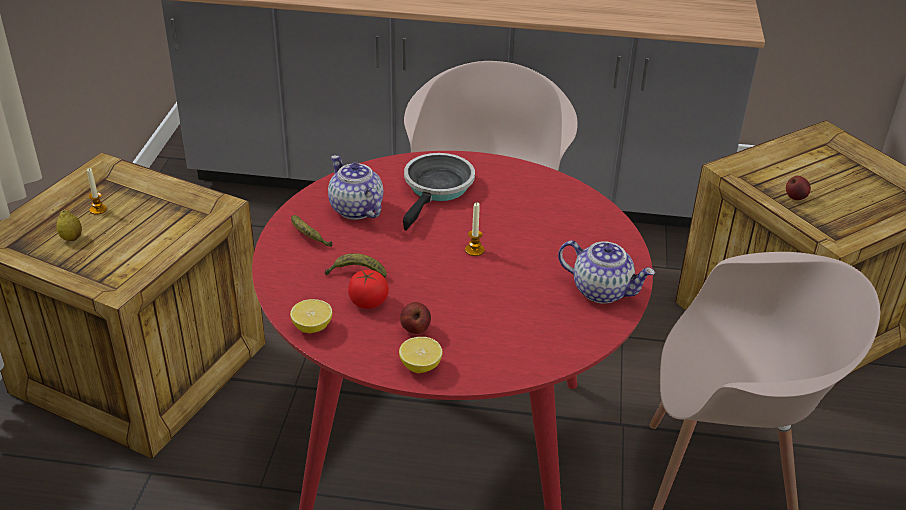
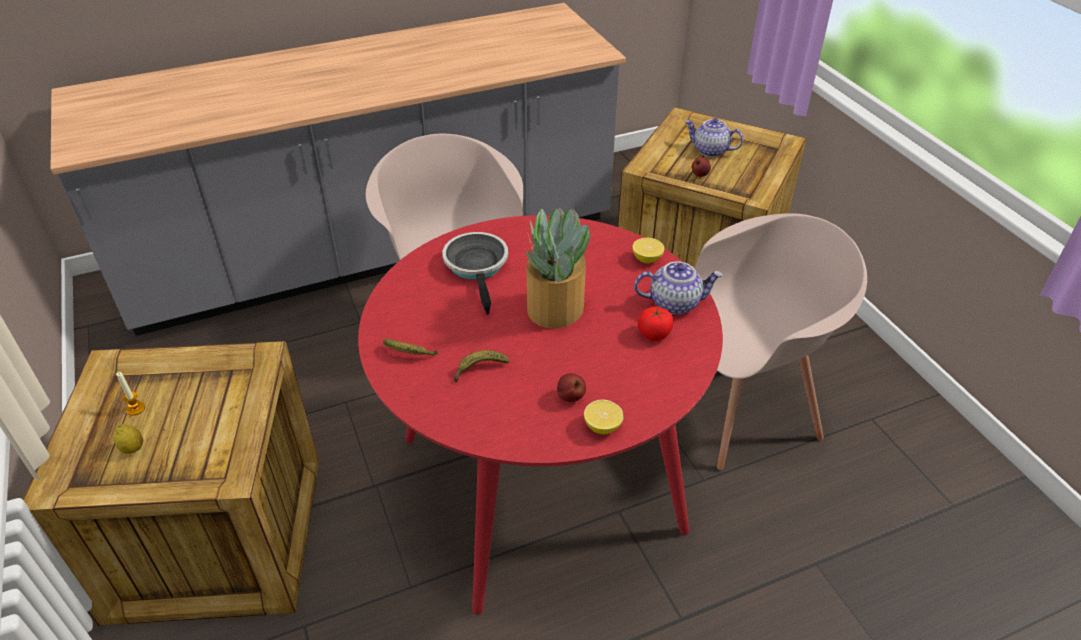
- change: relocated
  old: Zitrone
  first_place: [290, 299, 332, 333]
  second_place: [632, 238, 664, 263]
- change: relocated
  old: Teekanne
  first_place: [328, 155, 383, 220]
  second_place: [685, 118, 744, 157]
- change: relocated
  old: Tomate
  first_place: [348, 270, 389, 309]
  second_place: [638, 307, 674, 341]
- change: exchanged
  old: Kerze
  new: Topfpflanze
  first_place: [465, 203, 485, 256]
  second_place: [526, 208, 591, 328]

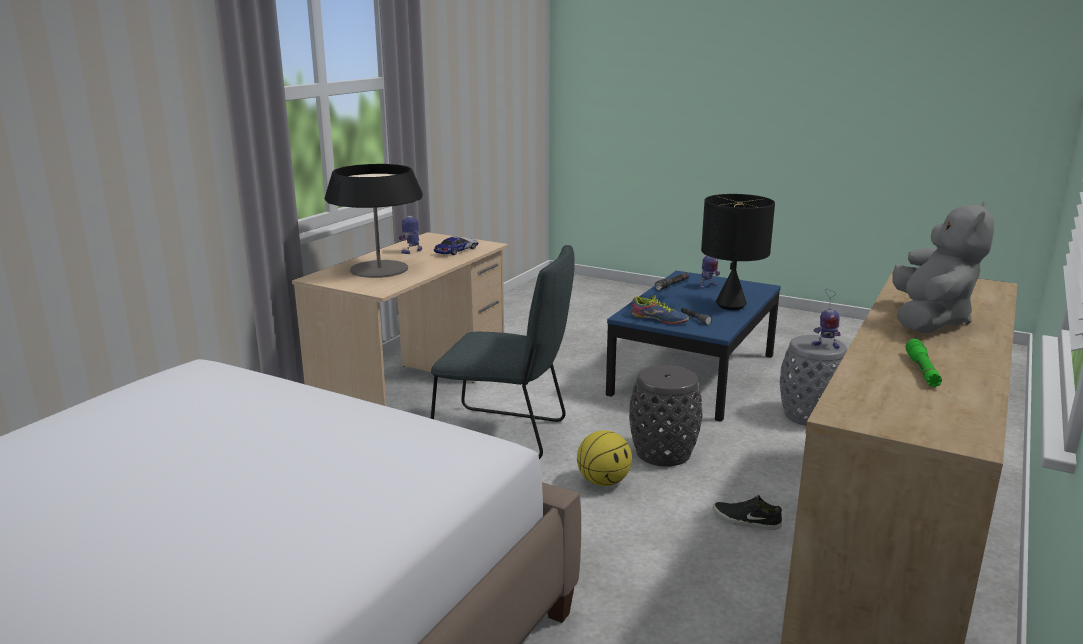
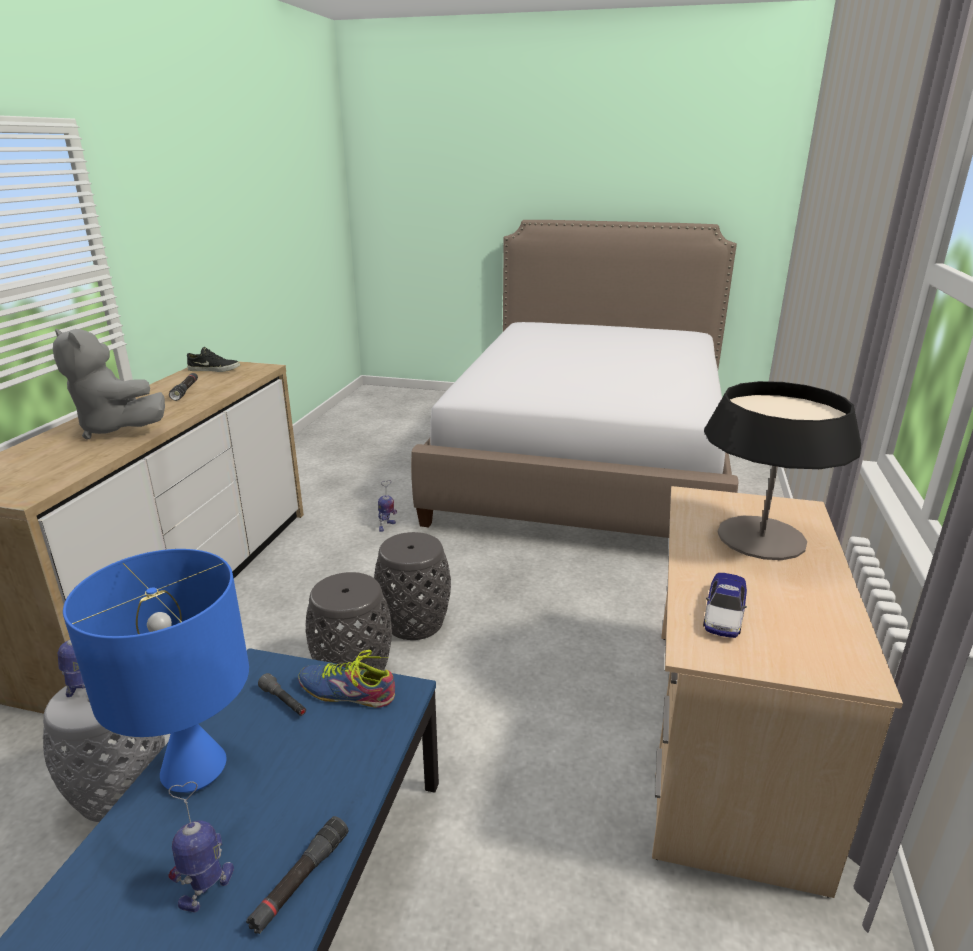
- change: relocated
  old: Spielzeugroboter
  first_place: [399, 203, 422, 254]
  second_place: [378, 480, 397, 532]
- change: missing
  old: Stuhl (grau)
  first_place: [431, 245, 575, 459]
- change: exchanged
  old: Basketball
  new: Hocker (grau)
  first_place: [577, 430, 632, 486]
  second_place: [374, 532, 451, 640]
- change: colour
  old: Tischlampe (schwarz)
  new: Tischlampe (blau)
  first_place: [701, 194, 775, 310]
  second_place: [63, 549, 249, 793]
- change: relocated
  old: Schuh (schwarz)
  first_place: [712, 495, 782, 530]
  second_place: [187, 347, 241, 372]
- change: spun
  old: Plüschtier (grau)
  first_place: [893, 201, 994, 333]
  second_place: [53, 329, 165, 440]
  degrees: -60
- change: colour
  old: Taschenlampe (grün)
  new: Taschenlampe (schwarz)
  first_place: [905, 339, 942, 387]
  second_place: [169, 373, 198, 401]

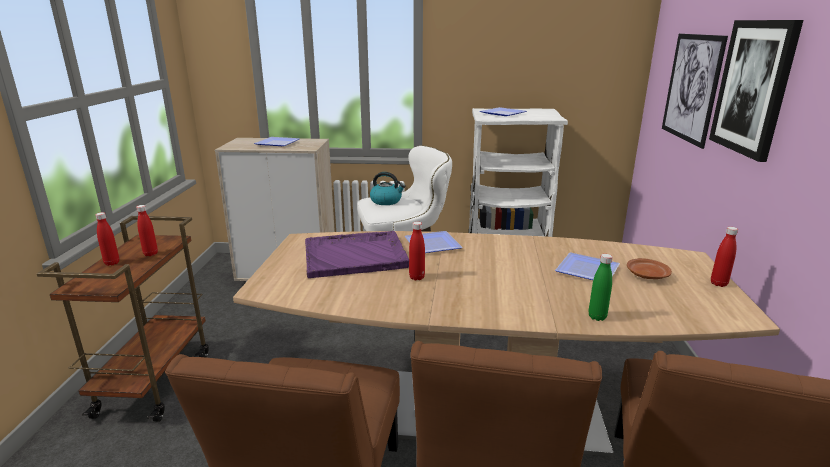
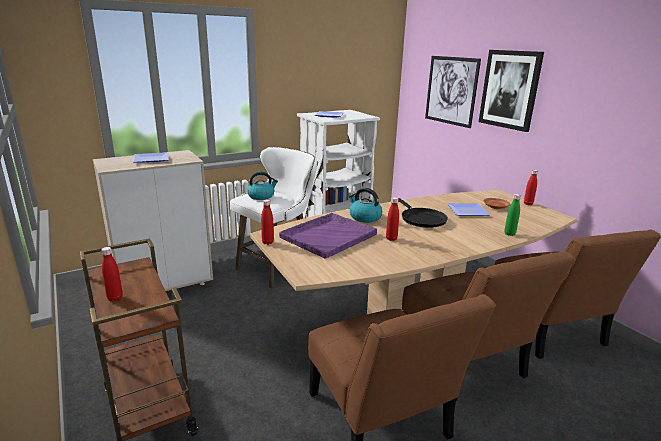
- change: relocated
  old: Flasche (rot)
  first_place: [136, 205, 158, 256]
  second_place: [261, 200, 274, 245]
- change: exchanged
  old: Teller
  new: Wasserkessel
  first_place: [405, 231, 463, 253]
  second_place: [349, 188, 383, 223]
- change: appeared
  new: Pfanne (schwarz)
  second_place: [398, 198, 448, 228]

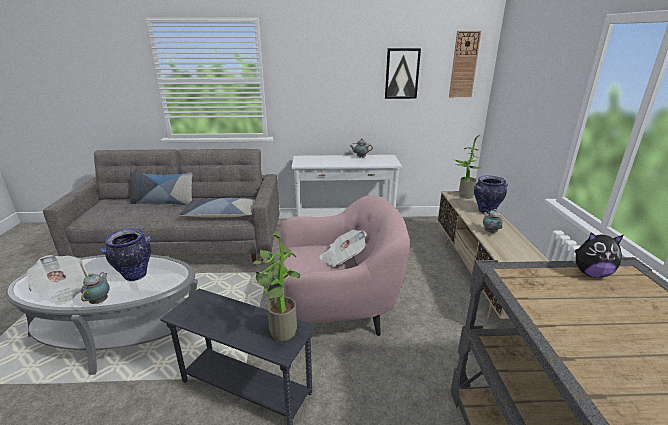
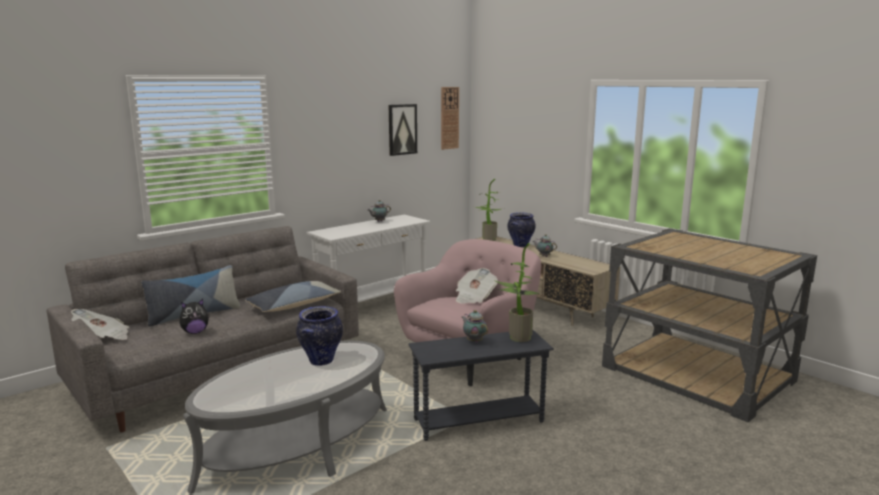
- change: relocated
  old: Zeitung
  first_place: [27, 255, 88, 304]
  second_place: [71, 309, 129, 340]
- change: relocated
  old: Teekanne
  first_place: [81, 272, 110, 304]
  second_place: [462, 310, 488, 343]
- change: relocated
  old: Plüschtier
  first_place: [574, 232, 623, 278]
  second_place: [180, 299, 209, 334]

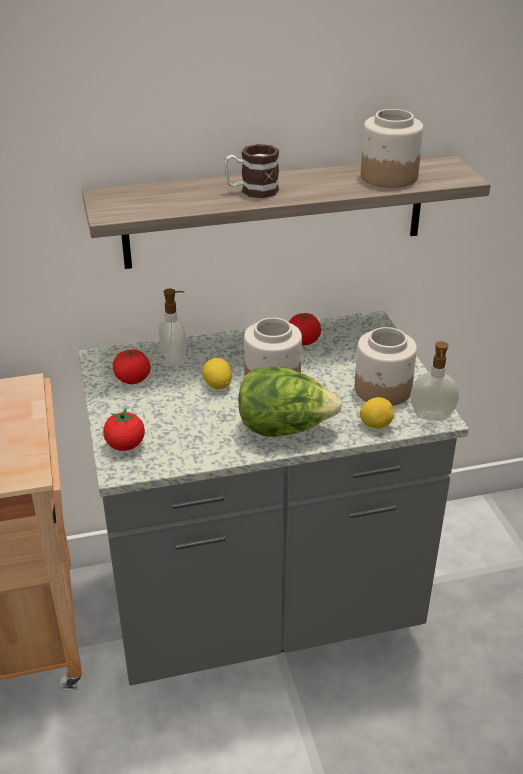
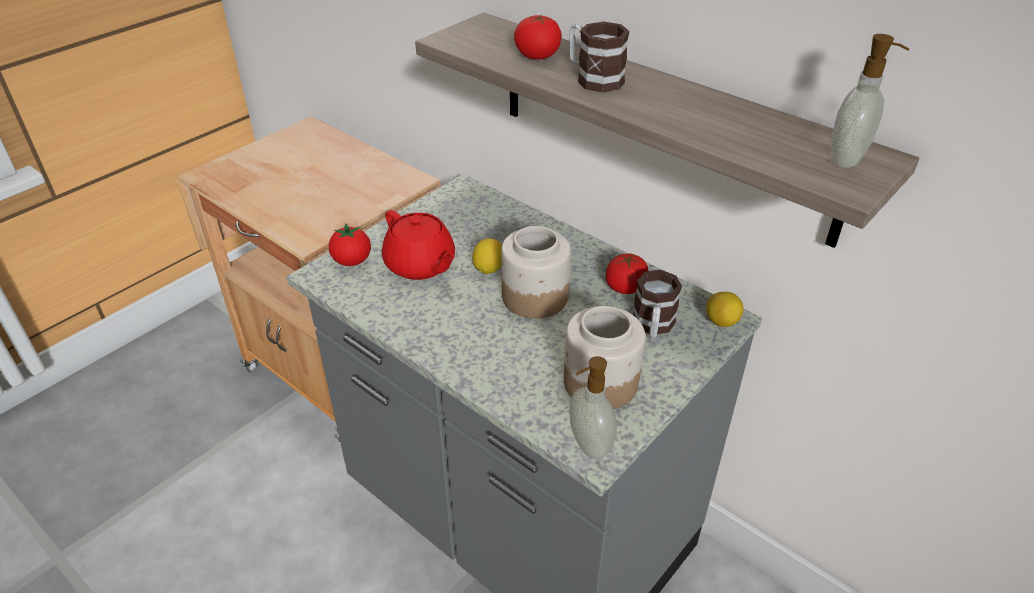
- change: relocated
  old: Tomate
  first_place: [113, 350, 150, 384]
  second_place: [514, 15, 562, 60]
- change: relocated
  old: Seifenspender
  first_place: [158, 289, 187, 366]
  second_place: [831, 34, 909, 168]
- change: missing
  old: Salatkopf
  first_place: [238, 367, 342, 437]
- change: relocated
  old: Zitrone
  first_place: [359, 397, 394, 428]
  second_place: [706, 292, 744, 327]
- change: missing
  old: Vorratsglas
  first_place: [361, 109, 423, 188]
- change: appeared
  new: Teekanne (rot)
  second_place: [382, 210, 455, 280]
- change: appeared
  new: Henkelbecher
  second_place: [633, 270, 682, 339]

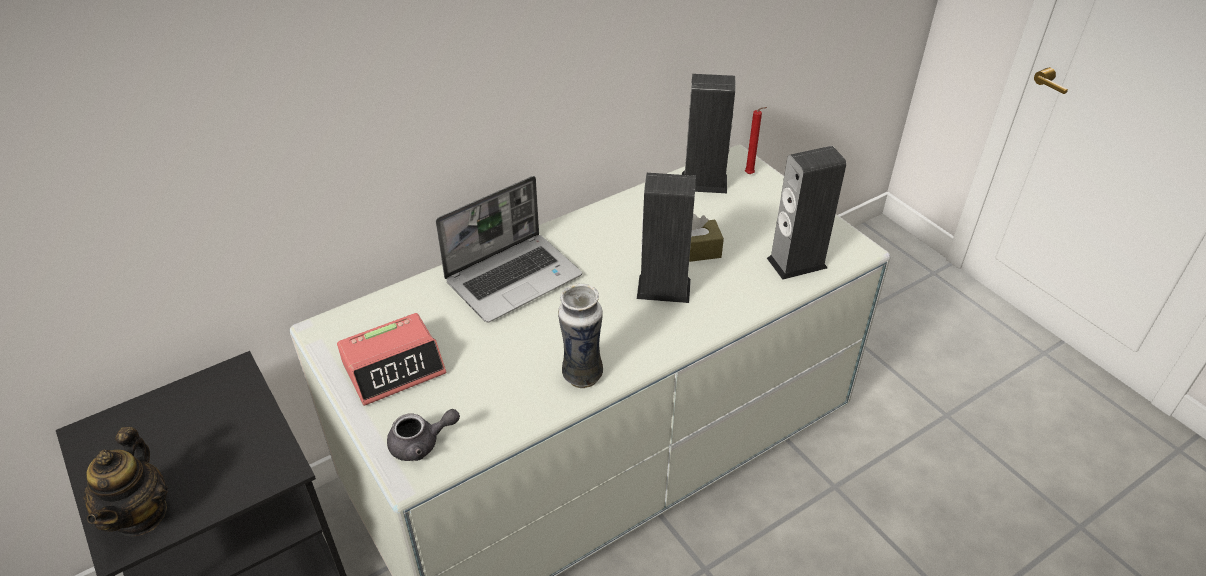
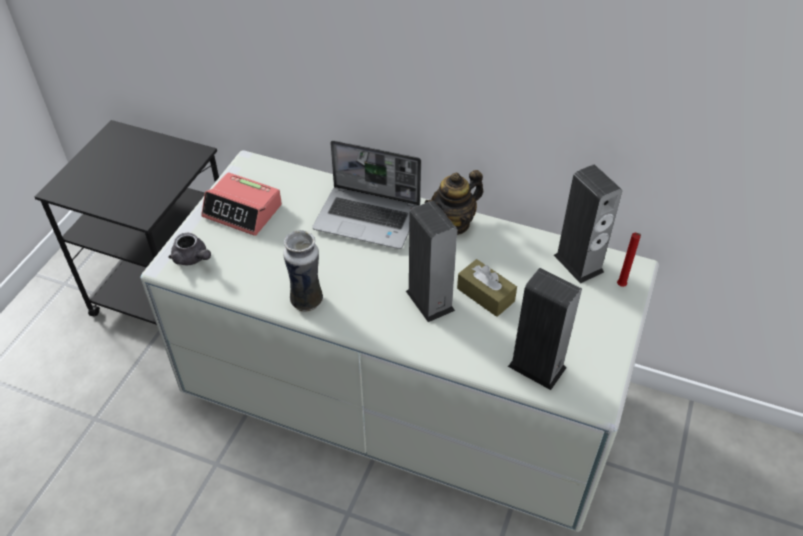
- change: relocated
  old: Teekanne
  first_place: [83, 427, 167, 537]
  second_place: [425, 170, 483, 235]

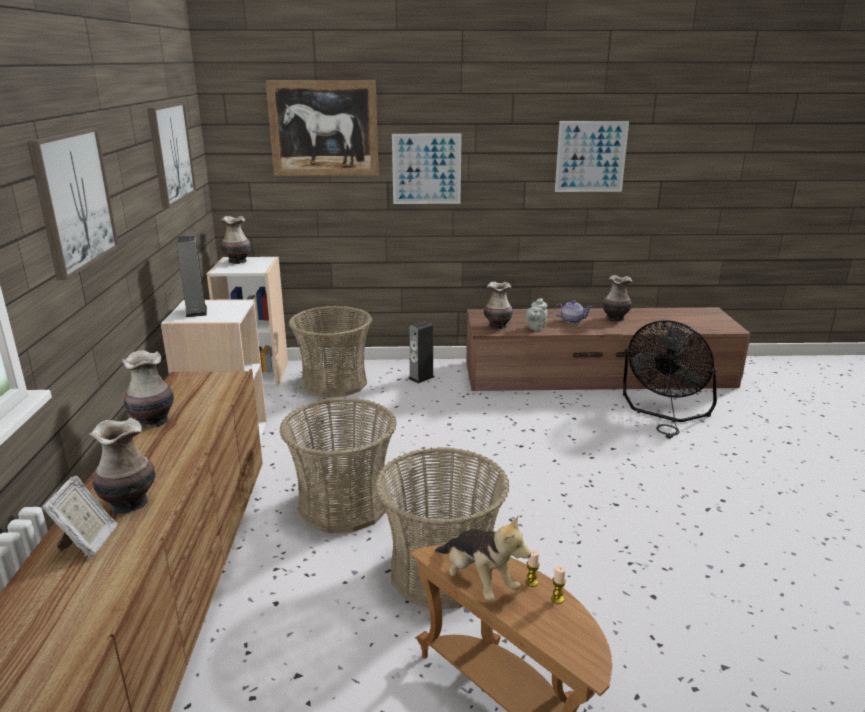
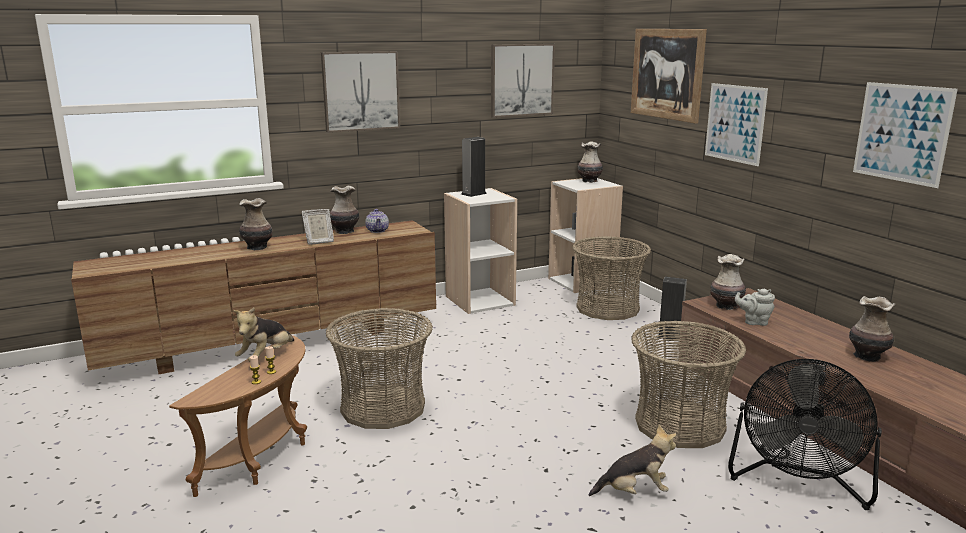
- change: relocated
  old: Bilderrahmen
  first_place: [42, 476, 117, 558]
  second_place: [301, 209, 334, 245]
- change: relocated
  old: Korb
  first_place: [280, 398, 396, 533]
  second_place: [631, 320, 746, 448]
- change: relocated
  old: Teekanne
  first_place: [554, 300, 592, 324]
  second_place: [365, 209, 389, 233]
- change: spun
  old: Ventilator (schwarz)
  first_place: [623, 320, 717, 439]
  second_place: [728, 359, 882, 510]
  degrees: 105
- change: appeared
  new: Plüschtier
  second_place: [588, 424, 676, 496]

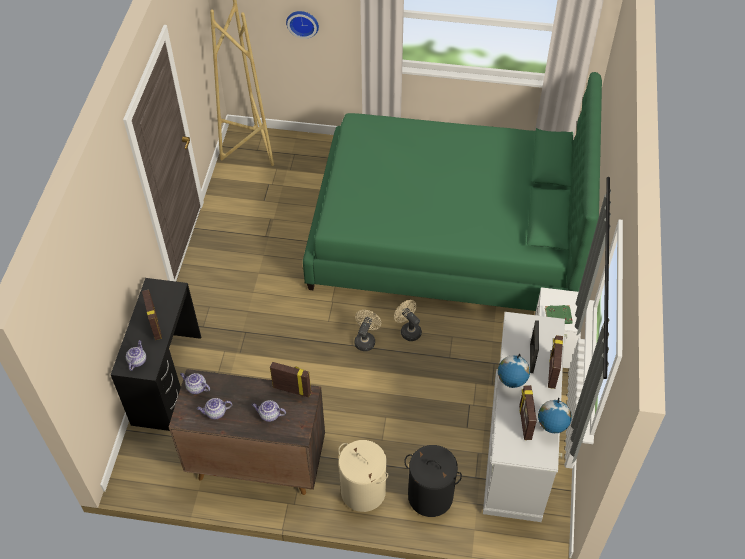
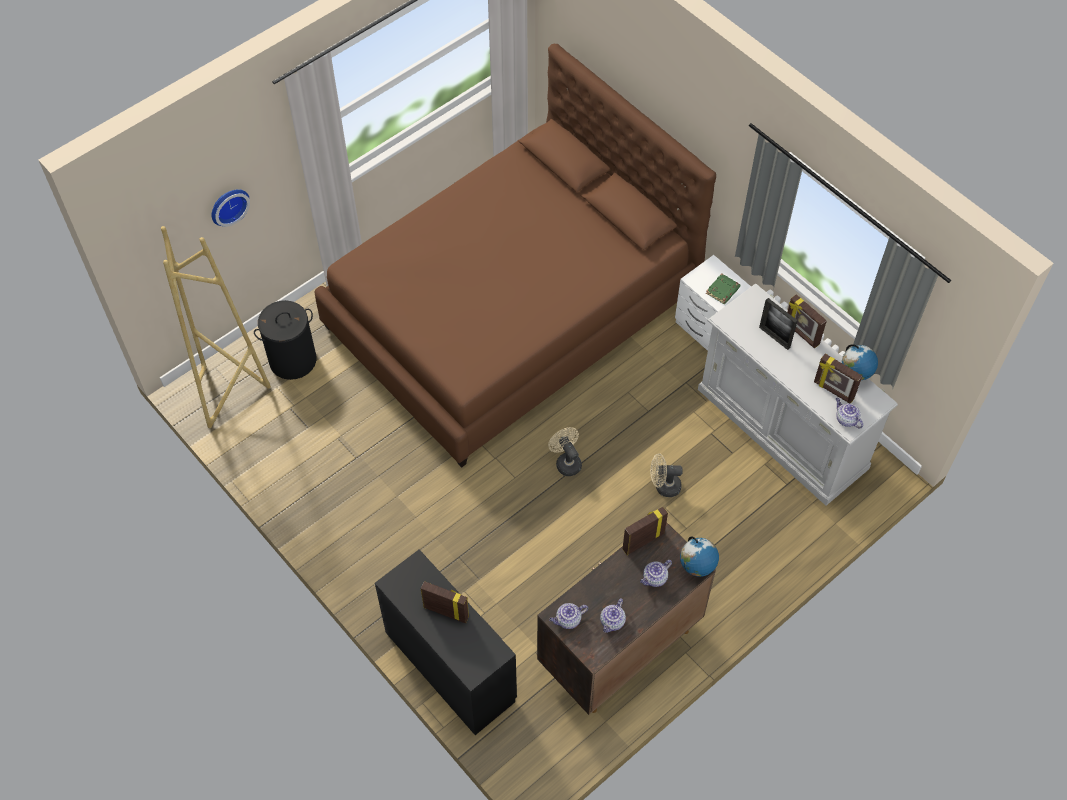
- change: relocated
  old: Teekanne
  first_place: [126, 340, 146, 371]
  second_place: [836, 398, 863, 429]
- change: colour
  old: Bett (grün)
  new: Bett (braun)
  first_place: [303, 72, 602, 311]
  second_place: [314, 44, 716, 468]
- change: missing
  old: Wäschekorb (beige)
  first_place: [338, 440, 388, 512]
- change: relocated
  old: Ventilator (beige)
  first_place: [394, 300, 422, 341]
  second_place: [650, 453, 683, 497]
- change: relocated
  old: Wäschekorb (schwarz)
  first_place: [404, 445, 462, 517]
  second_place: [254, 300, 316, 380]
- change: relocated
  old: Globus
  first_place: [498, 354, 530, 388]
  second_place: [680, 536, 719, 577]

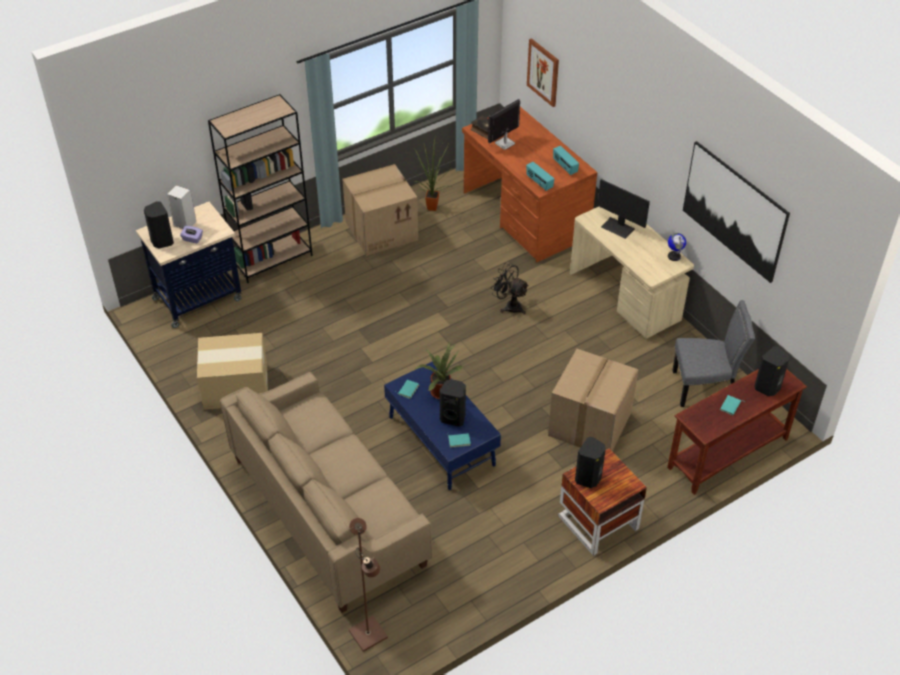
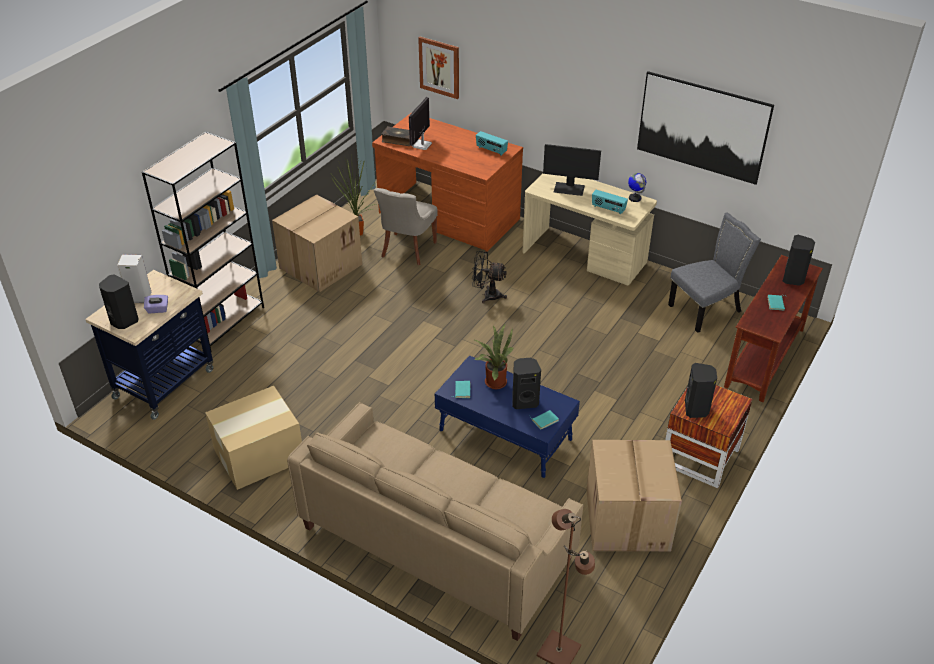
- change: relocated
  old: Radio
  first_place: [526, 162, 555, 191]
  second_place: [592, 190, 628, 214]
- change: relocated
  old: Karton
  first_place: [548, 349, 639, 451]
  second_place: [586, 440, 682, 552]
- change: appeared
  new: Stuhl (grau)
  second_place: [374, 188, 437, 265]

